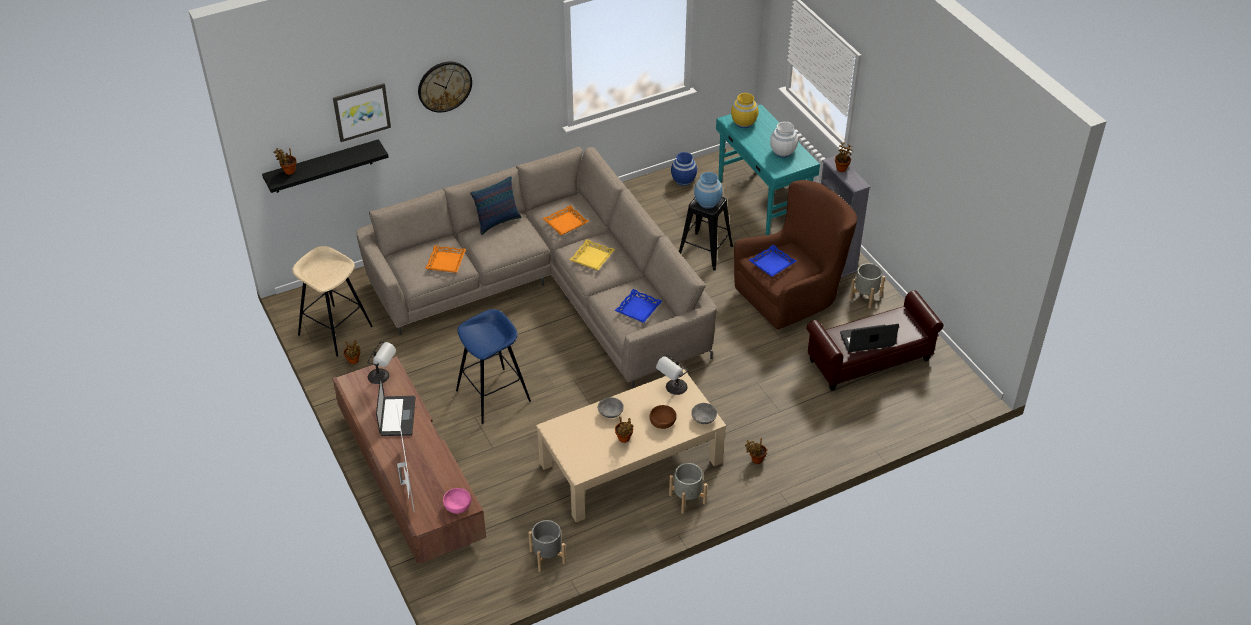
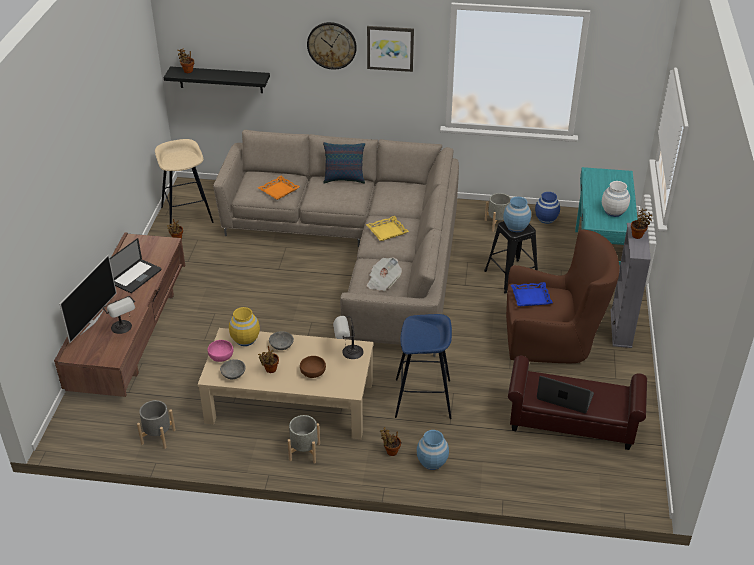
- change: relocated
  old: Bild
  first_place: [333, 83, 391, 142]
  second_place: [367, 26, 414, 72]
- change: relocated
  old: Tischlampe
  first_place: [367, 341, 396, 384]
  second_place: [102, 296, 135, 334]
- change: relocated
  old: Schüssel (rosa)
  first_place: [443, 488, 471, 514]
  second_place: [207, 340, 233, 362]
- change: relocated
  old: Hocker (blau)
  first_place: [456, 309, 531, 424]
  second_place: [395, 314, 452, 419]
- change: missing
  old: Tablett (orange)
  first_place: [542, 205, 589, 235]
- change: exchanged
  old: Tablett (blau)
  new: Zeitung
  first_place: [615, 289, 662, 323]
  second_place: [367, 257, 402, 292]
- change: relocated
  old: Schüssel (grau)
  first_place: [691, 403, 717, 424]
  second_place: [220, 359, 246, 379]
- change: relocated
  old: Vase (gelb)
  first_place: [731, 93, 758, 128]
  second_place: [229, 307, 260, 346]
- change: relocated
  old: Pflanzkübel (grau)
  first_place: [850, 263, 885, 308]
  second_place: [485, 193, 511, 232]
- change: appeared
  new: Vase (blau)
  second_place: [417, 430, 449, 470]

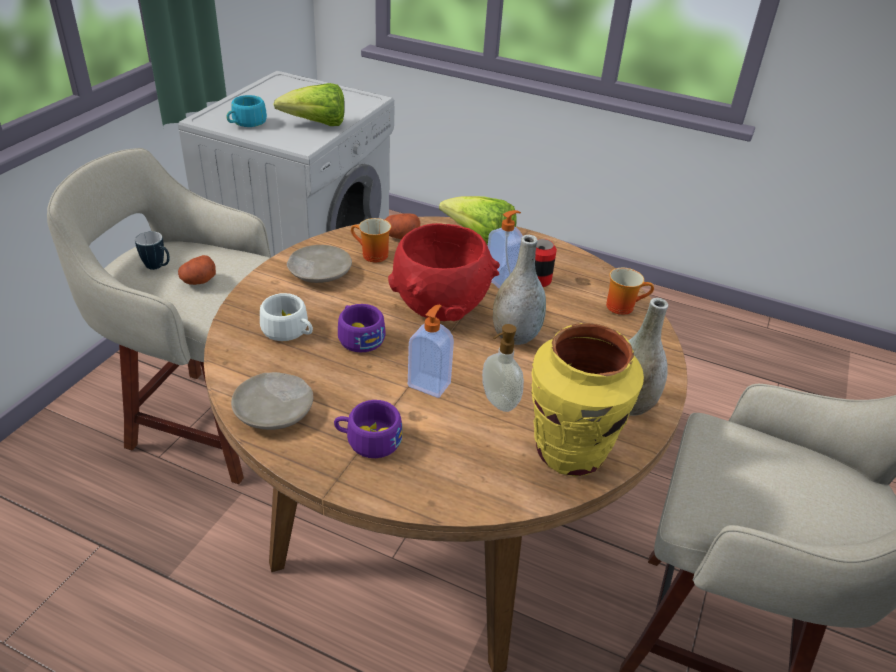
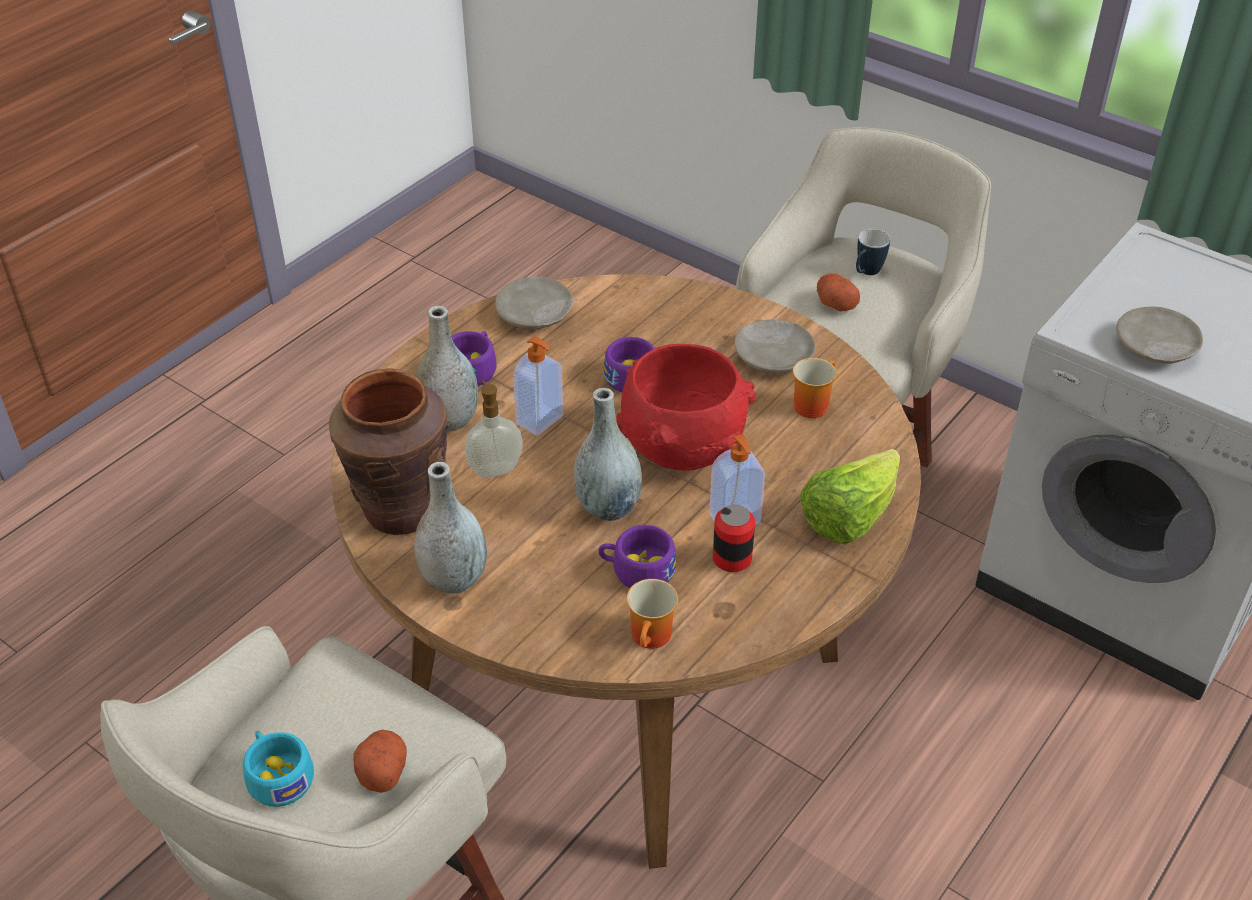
- change: relocated
  old: Tasse (türkis)
  first_place: [226, 95, 267, 127]
  second_place: [243, 731, 314, 807]
- change: missing
  old: Tasse (weiß)
  first_place: [260, 293, 313, 341]
- change: exchanged
  old: Salatkopf
  new: Teller (beige)
  first_place: [273, 83, 345, 126]
  second_place: [1116, 306, 1203, 364]
- change: relocated
  old: Kartoffel
  first_place: [385, 213, 420, 239]
  second_place: [353, 730, 407, 793]
- change: colour
  old: Vase (gelb)
  new: Vase (braun)
  first_place: [531, 323, 644, 476]
  second_place: [329, 368, 447, 535]
- change: appeared
  new: Vase (grau)
  second_place: [416, 306, 478, 432]
- change: appeared
  new: Tasse (lila)
  second_place: [599, 525, 676, 588]

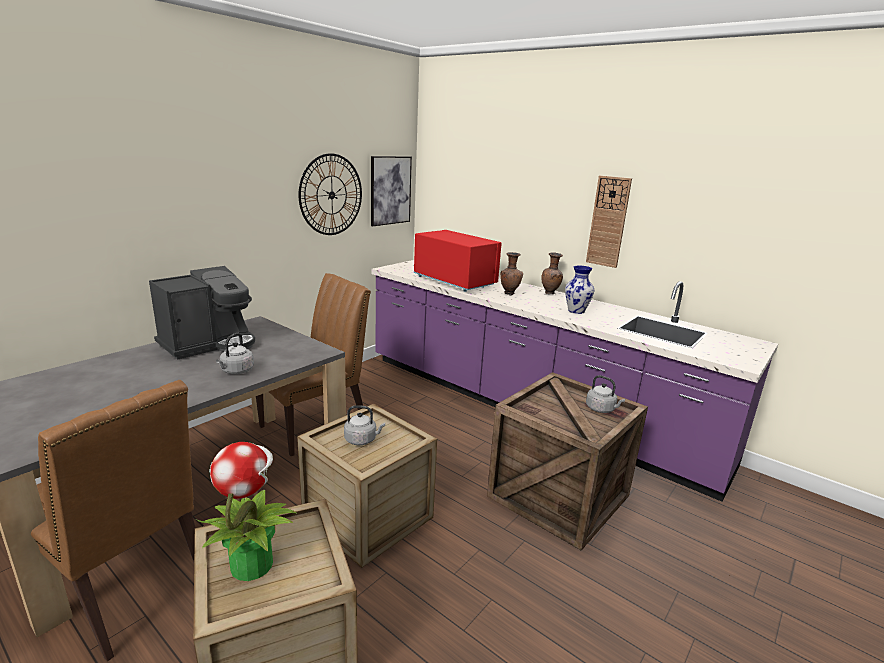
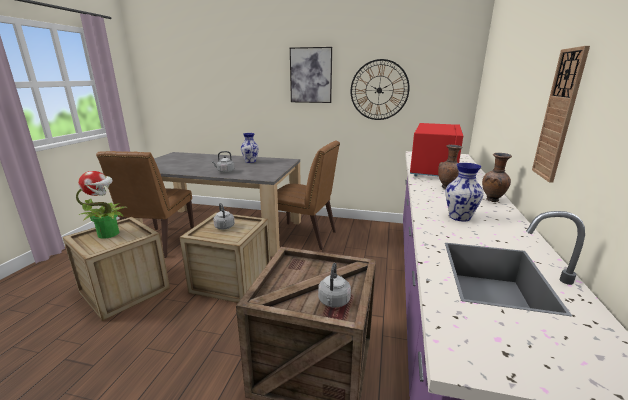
- change: exchanged
  old: Kaffeemaschine
  new: Vase
  first_place: [149, 266, 255, 360]
  second_place: [241, 133, 259, 163]
- change: relocated
  old: Bild
  first_place: [371, 156, 412, 226]
  second_place: [290, 47, 332, 103]

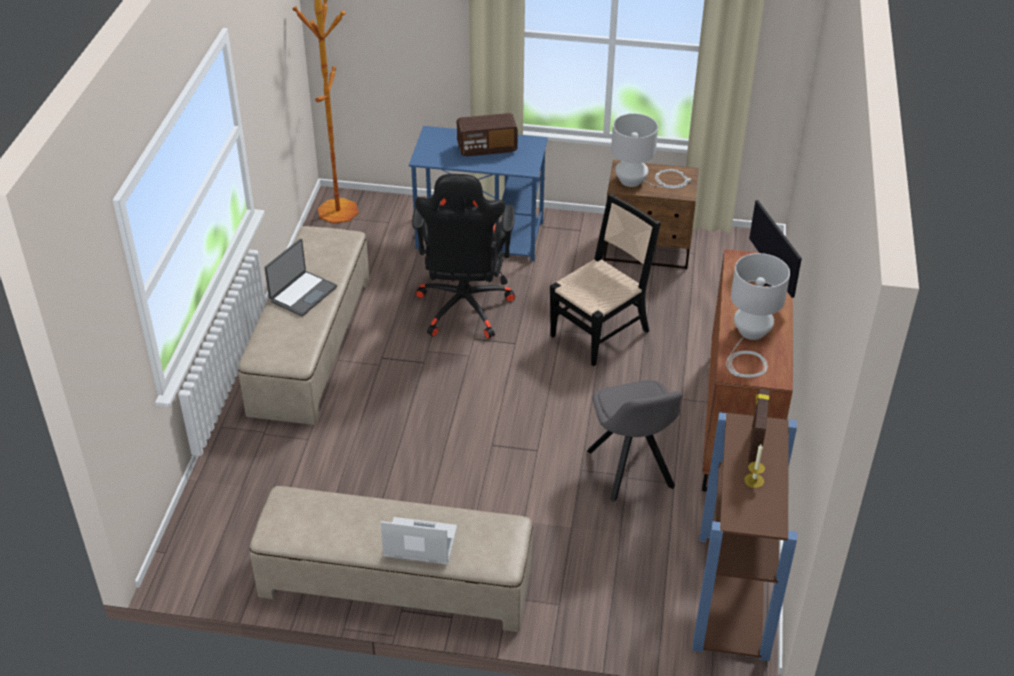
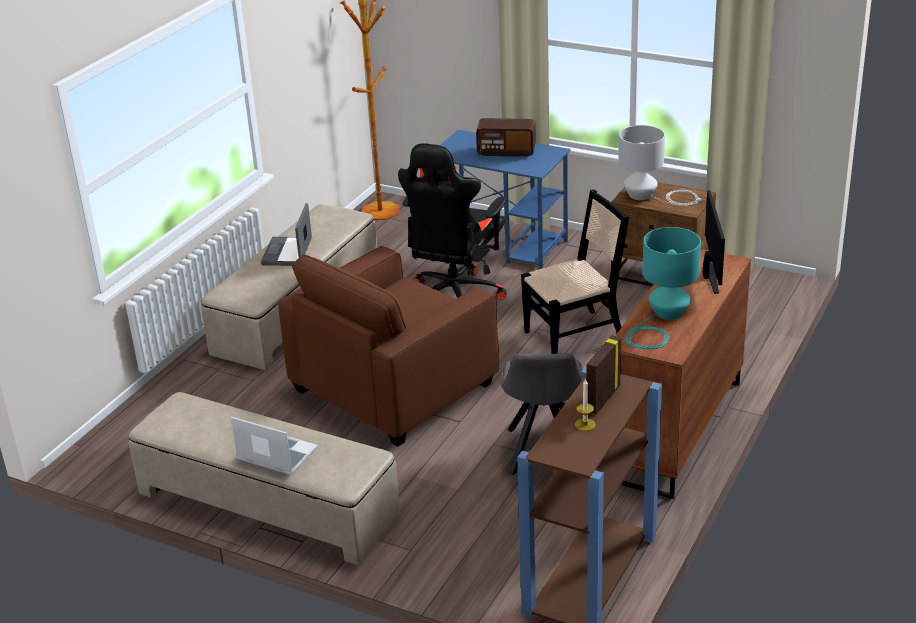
- change: spun
  old: Laptop
  first_place: [264, 239, 337, 317]
  second_place: [261, 203, 312, 266]
  degrees: 135
- change: colour
  old: Tischlampe (weiß)
  new: Tischlampe (türkis)
  first_place: [726, 253, 790, 378]
  second_place: [625, 227, 701, 349]
- change: appeared
  new: Sessel (braun)
  second_place: [278, 246, 499, 447]

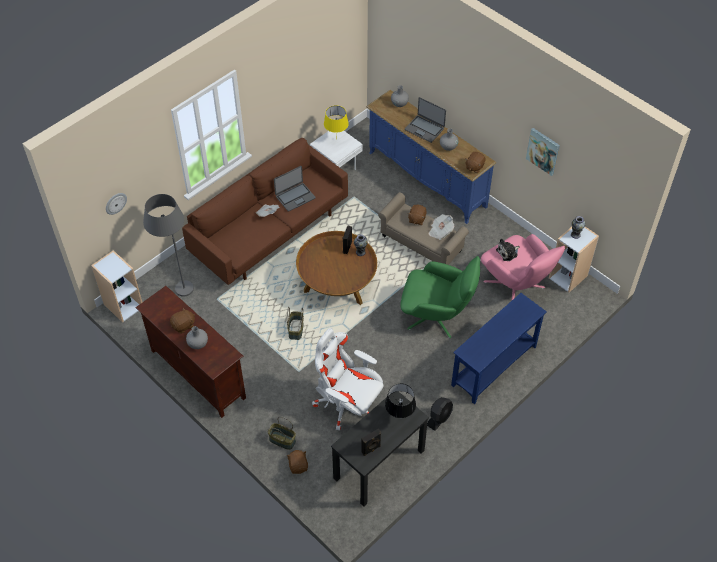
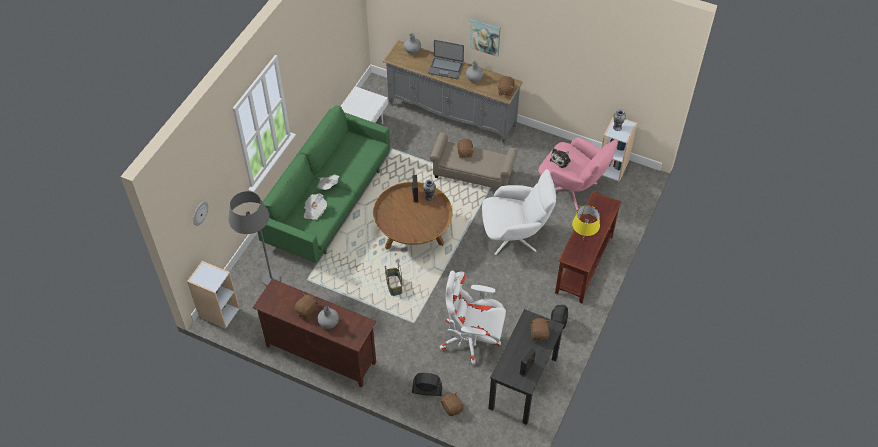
- change: colour
  old: Sofa (braun)
  new: Sofa (grün)
  first_place: [182, 138, 348, 285]
  second_place: [258, 106, 390, 263]
- change: exchanged
  old: Korb
  new: Ventilator (schwarz)
  first_place: [268, 416, 296, 450]
  second_place: [412, 373, 442, 396]
- change: missing
  old: Laptop
  first_place: [274, 166, 315, 212]
- change: relocated
  old: Tischlampe (gelb)
  first_place: [324, 106, 349, 140]
  second_place: [572, 206, 600, 240]
- change: colour
  old: Schrank (blau)
  new: Schrank (grau)
  first_place: [366, 90, 496, 224]
  second_place: [383, 40, 523, 146]
- change: exchanged
  old: Tischlampe (schwarz)
  new: Plüschtier (braun)
  first_place: [385, 384, 416, 419]
  second_place: [530, 318, 549, 341]
- change: colour
  old: Sessel (grün)
  new: Sessel (weiß)
  first_place: [400, 256, 480, 338]
  second_place: [482, 169, 556, 255]
- change: relocated
  old: Zeitung
  first_place: [428, 214, 454, 240]
  second_place: [304, 194, 327, 220]
- change: colour
  old: Konsolentisch (blau)
  new: Konsolentisch (braun)
  first_place: [451, 293, 547, 404]
  second_place: [555, 192, 622, 303]
- change: relocated
  old: Bild
  first_place: [526, 128, 560, 176]
  second_place: [470, 18, 500, 57]

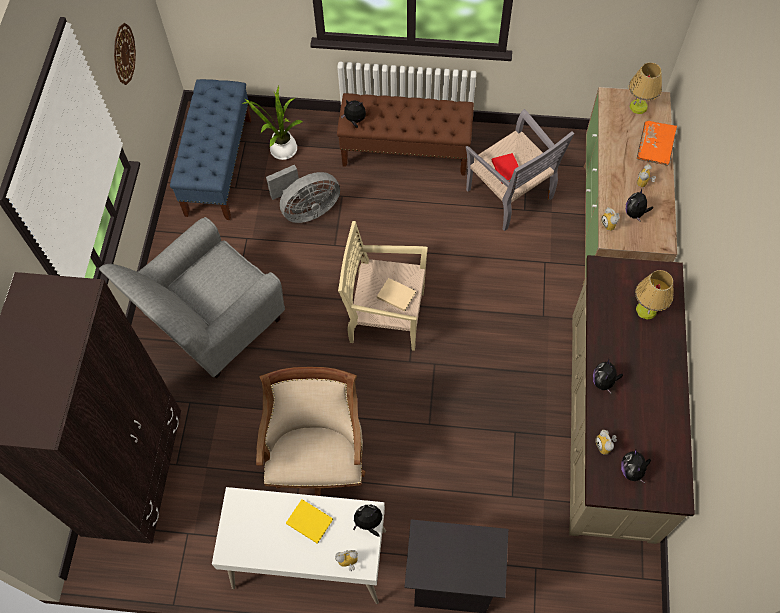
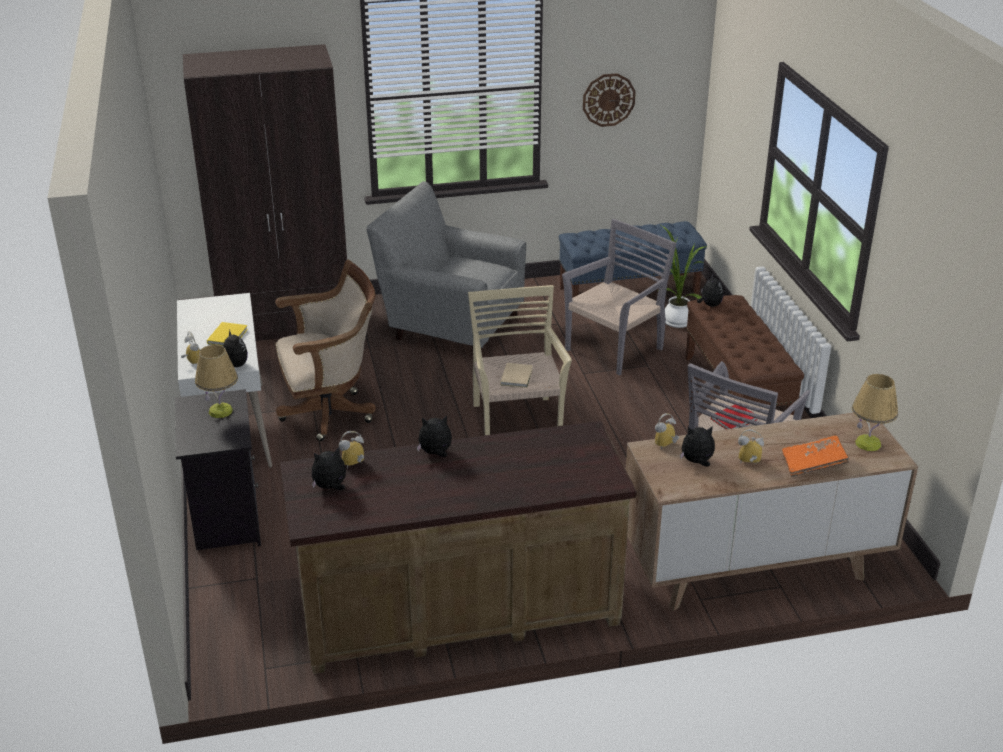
- change: exchanged
  old: Ventilator (grau)
  new: Sessel (grau)
  first_place: [266, 165, 340, 223]
  second_place: [562, 219, 676, 376]
- change: relocated
  old: Tischlampe
  first_place: [635, 270, 673, 320]
  second_place: [195, 345, 238, 418]

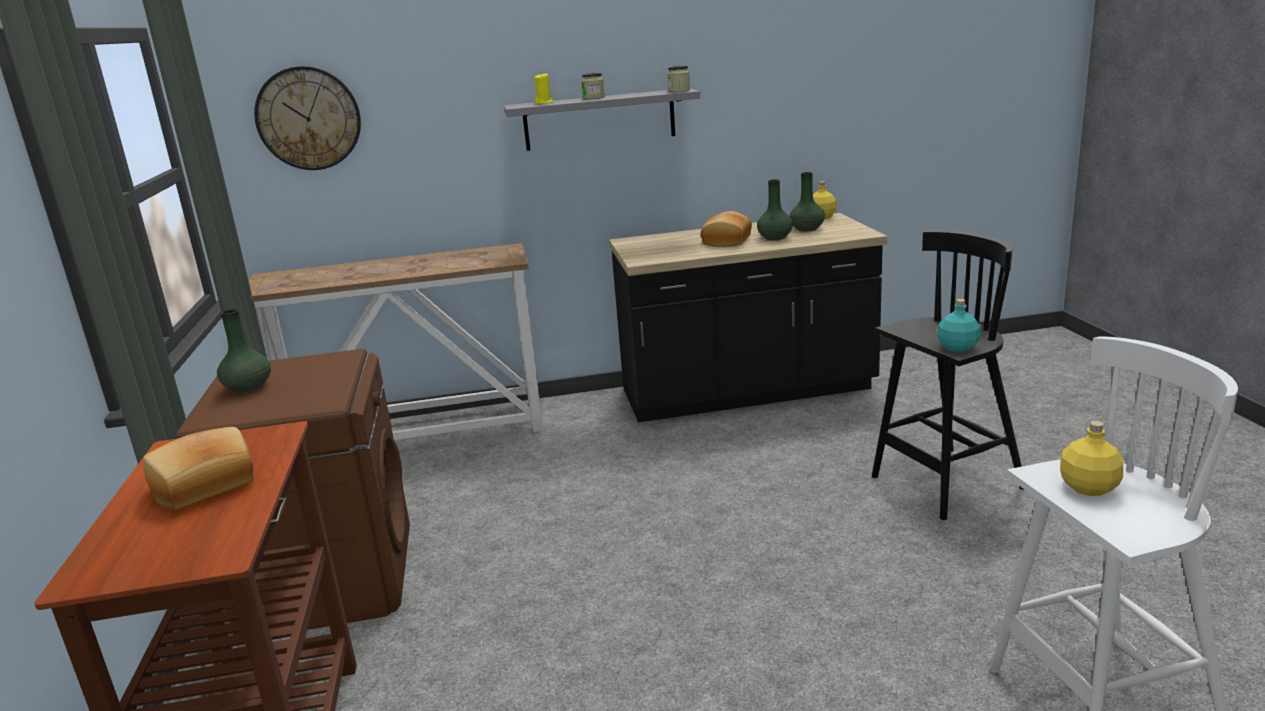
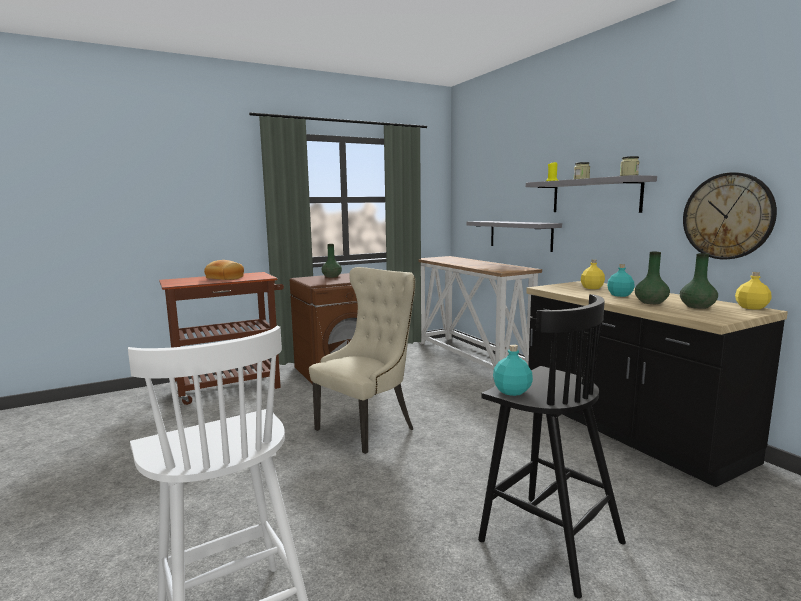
- change: relocated
  old: Wanduhr
  first_place: [254, 66, 361, 170]
  second_place: [683, 172, 777, 260]
- change: exchanged
  old: Brot
  new: Flasche (türkis)
  first_place: [701, 211, 752, 247]
  second_place: [607, 264, 634, 297]
- change: relocated
  old: Flasche (gelb)
  first_place: [1060, 421, 1123, 496]
  second_place: [581, 259, 605, 289]
- change: appeared
  new: Stuhl (beige)
  second_place: [309, 267, 415, 454]
- change: appeared
  new: Wandregal (grau)
  second_place: [467, 221, 562, 252]

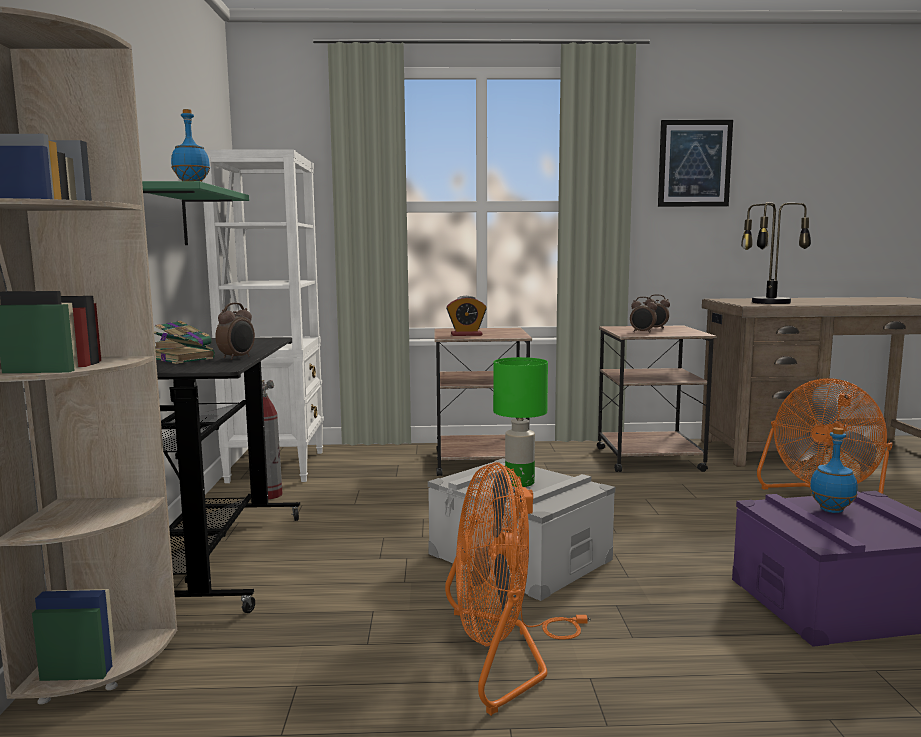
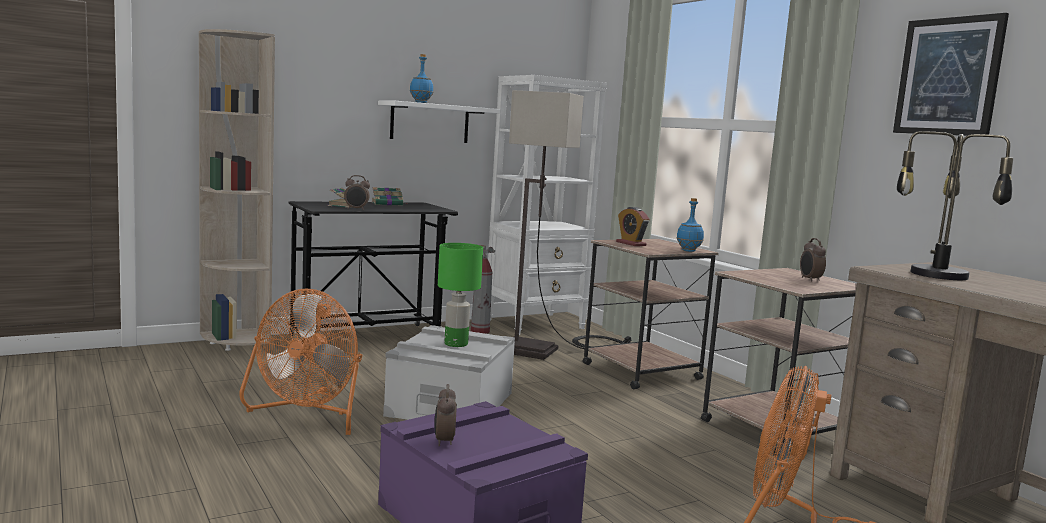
- change: colour
  old: Wandregal (grün)
  new: Wandregal (weiß)
  first_place: [142, 181, 249, 245]
  second_place: [378, 100, 501, 143]
- change: spun
  old: Ventilator (orange)
  first_place: [445, 462, 591, 716]
  second_place: [239, 289, 362, 435]
  degrees: -120
- change: relocated
  old: Wecker
  first_place: [630, 297, 657, 333]
  second_place: [434, 384, 457, 446]
- change: relocated
  old: Flasche (blau)
  first_place: [810, 428, 858, 513]
  second_place: [676, 198, 704, 252]
- change: appeared
  new: Stehlampe
  second_place: [509, 90, 631, 360]

